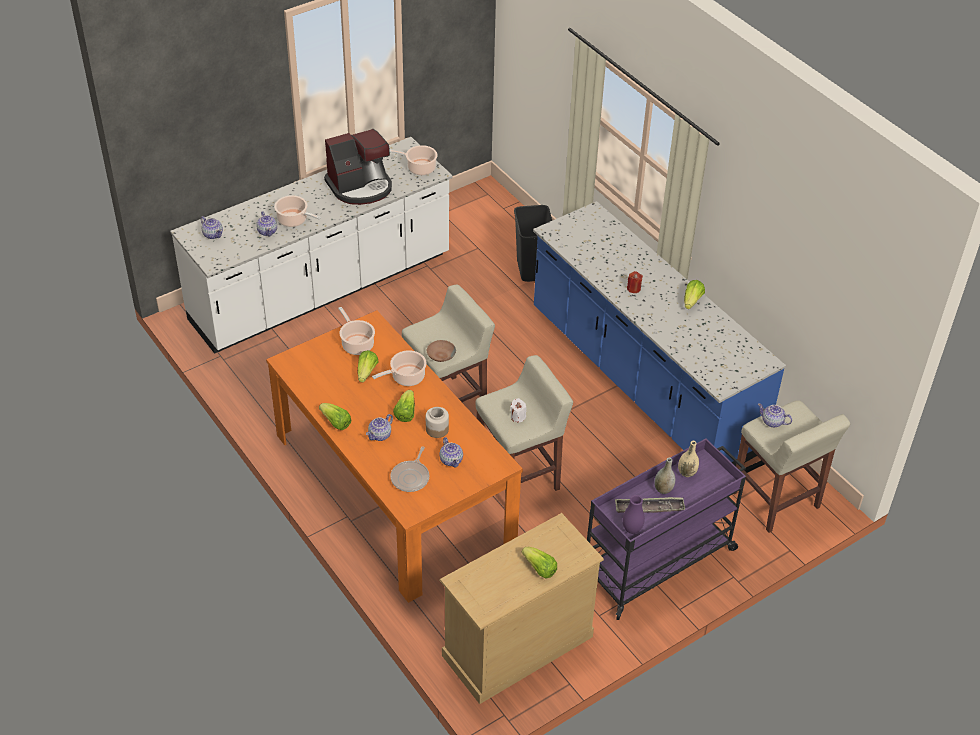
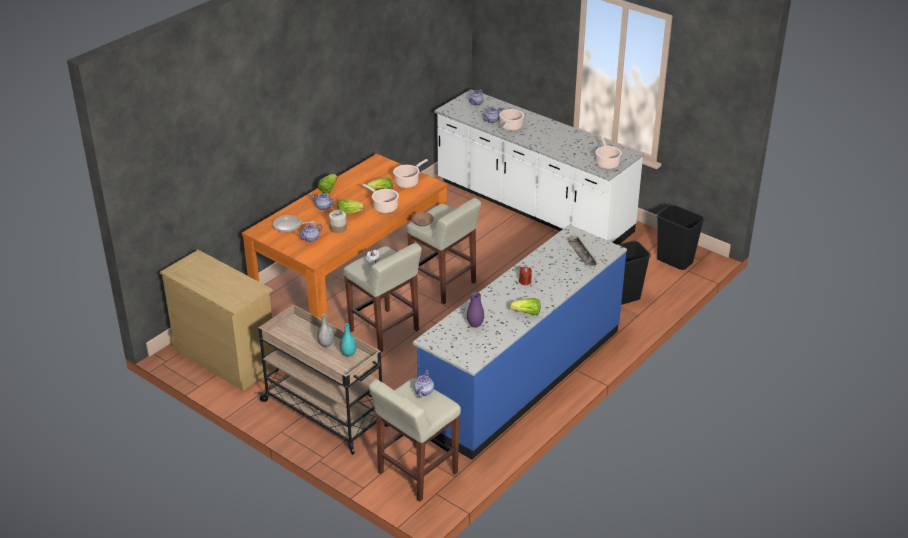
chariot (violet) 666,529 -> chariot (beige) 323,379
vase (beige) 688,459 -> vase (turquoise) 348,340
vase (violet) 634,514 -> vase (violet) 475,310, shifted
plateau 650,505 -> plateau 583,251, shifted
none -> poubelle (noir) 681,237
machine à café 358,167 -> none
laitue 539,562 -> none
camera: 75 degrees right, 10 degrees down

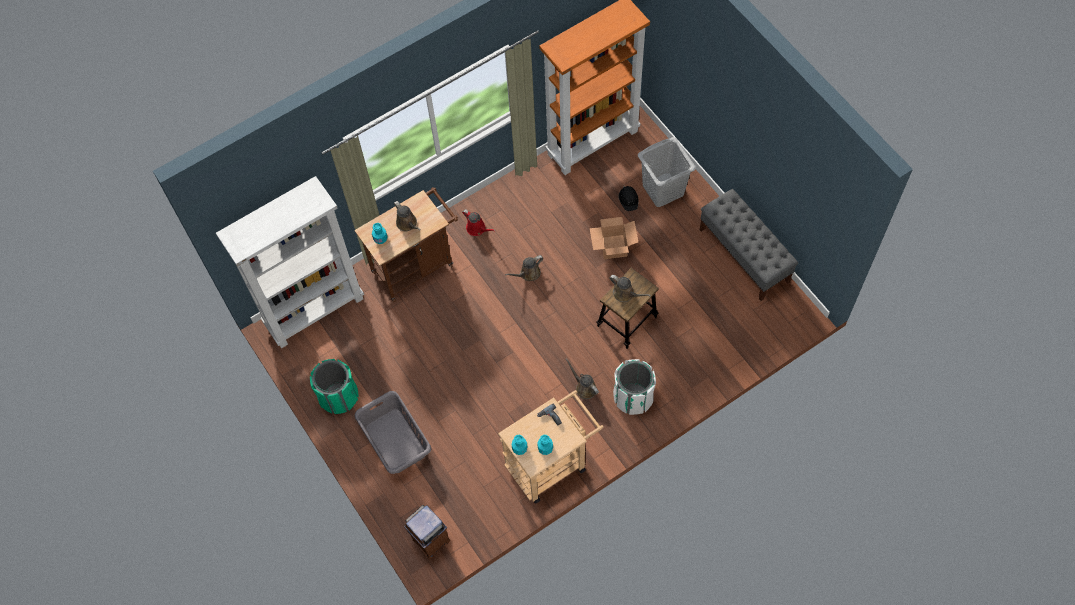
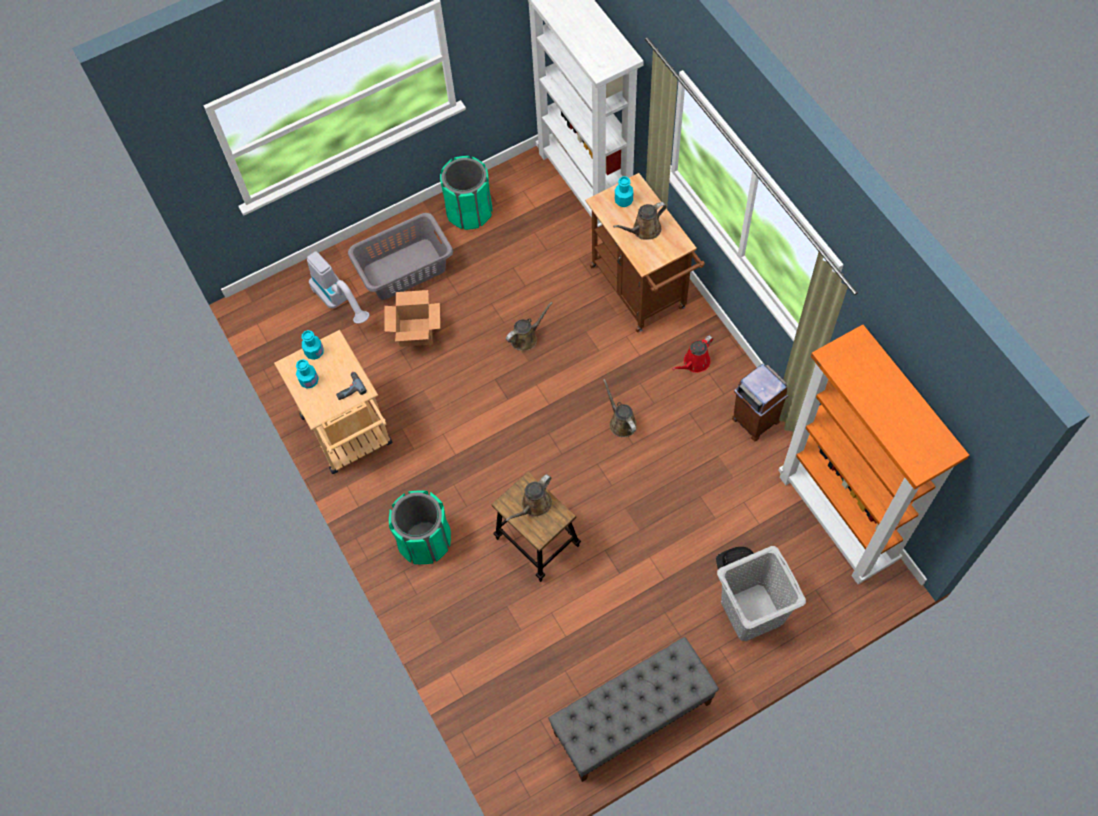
none -> aspirateur 338,287
carton 614,238 -> carton 412,318, shifted
poubelle (blanc) 634,387 -> poubelle (vert) 420,527
arrosoir (marron) 582,378 -> arrosoir (marron) 529,326, shifted
poubelle (marron) 427,532 -> poubelle (marron) 760,402, shifted
camera: 95 degrees right, 0 degrees up

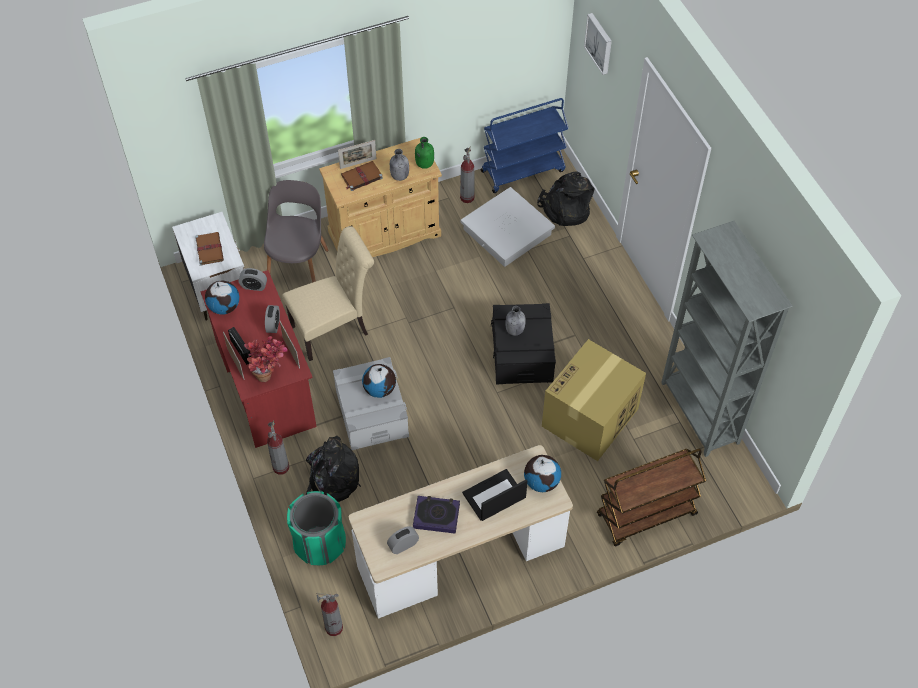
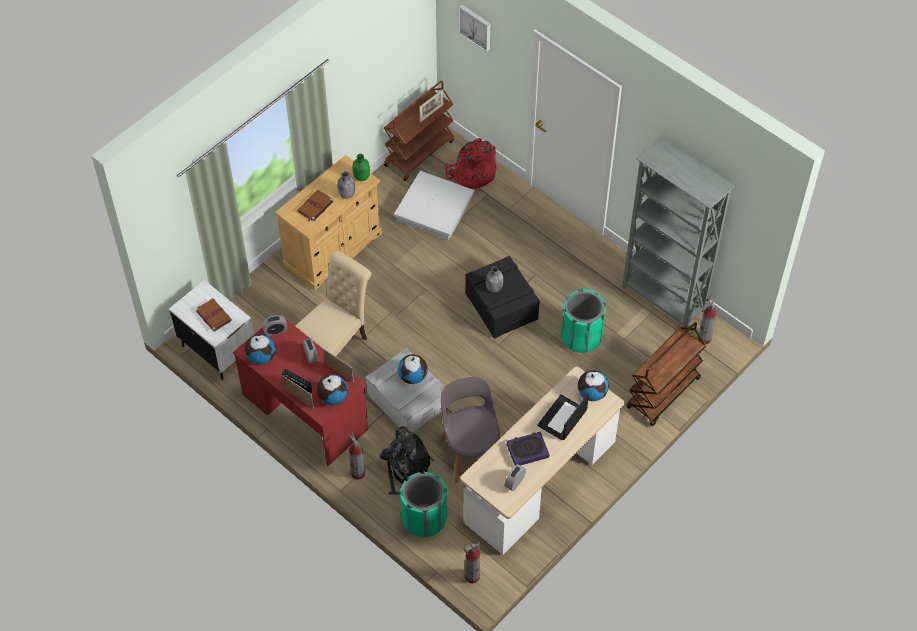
plante en pot 266,359 -> globe 332,389
chariot (bleu) 525,145 -> chariot (marron) 419,130
cadre photo 357,154 -> cadre photo 431,105, shifted
chaise (gris) 296,231 -> chaise (gris) 470,429, shifted
sac à dos (noir) 566,198 -> sac à dos (rouge) 471,163
carton 594,400 -> poubelle (vert) 583,321
extincteur 467,175 -> extincteur 707,319, shifted
camera: 25 degrees left, 0 degrees up

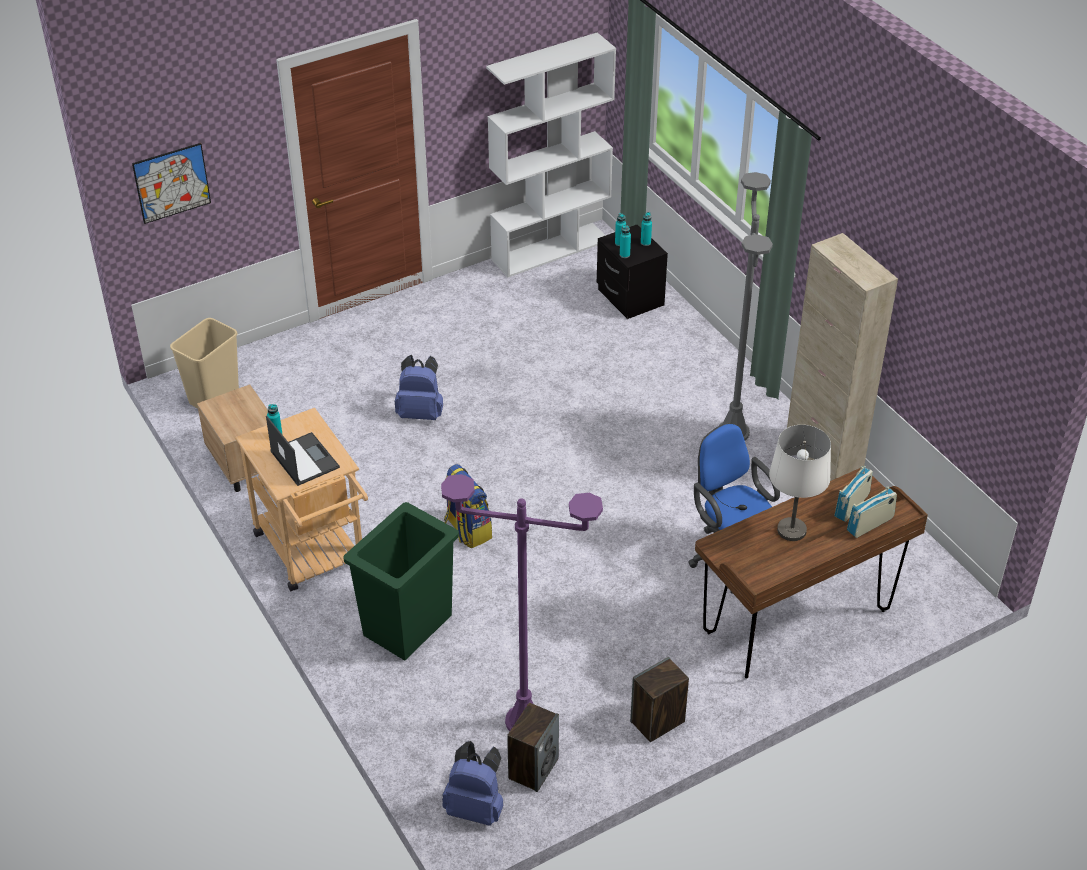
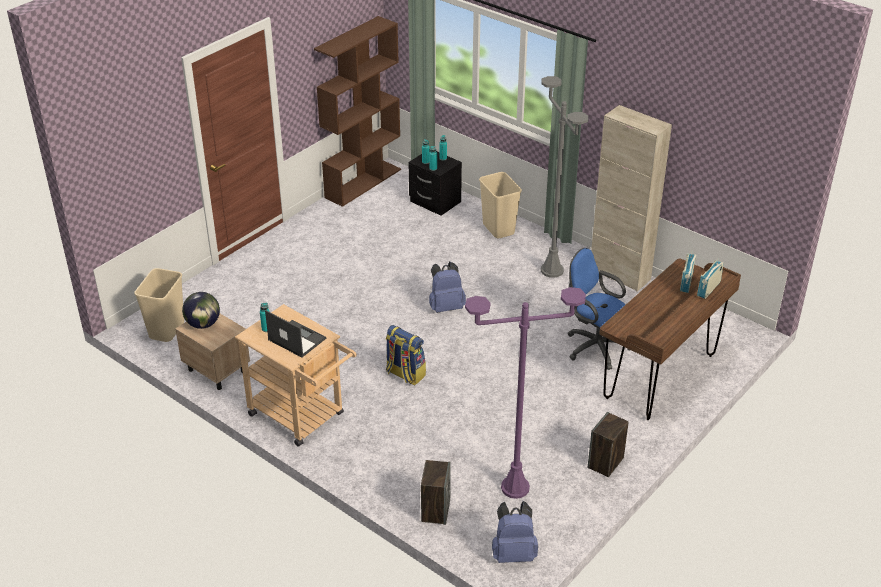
none -> globe 201,310
bibliothèque (blanc) 551,154 -> bibliothèque (marron) 357,111
enceinte 533,747 -> enceinte 436,492, shifted
sac à dos (bleu) 419,387 -> sac à dos (bleu) 447,287, shifted
none -> poubelle (beige) 500,205
tableau 171,183 -> none
poubelle (vert) 401,581 -> none
lampe de table (blanc) 800,483 -> none
camera: 20 degrees left, 5 degrees down

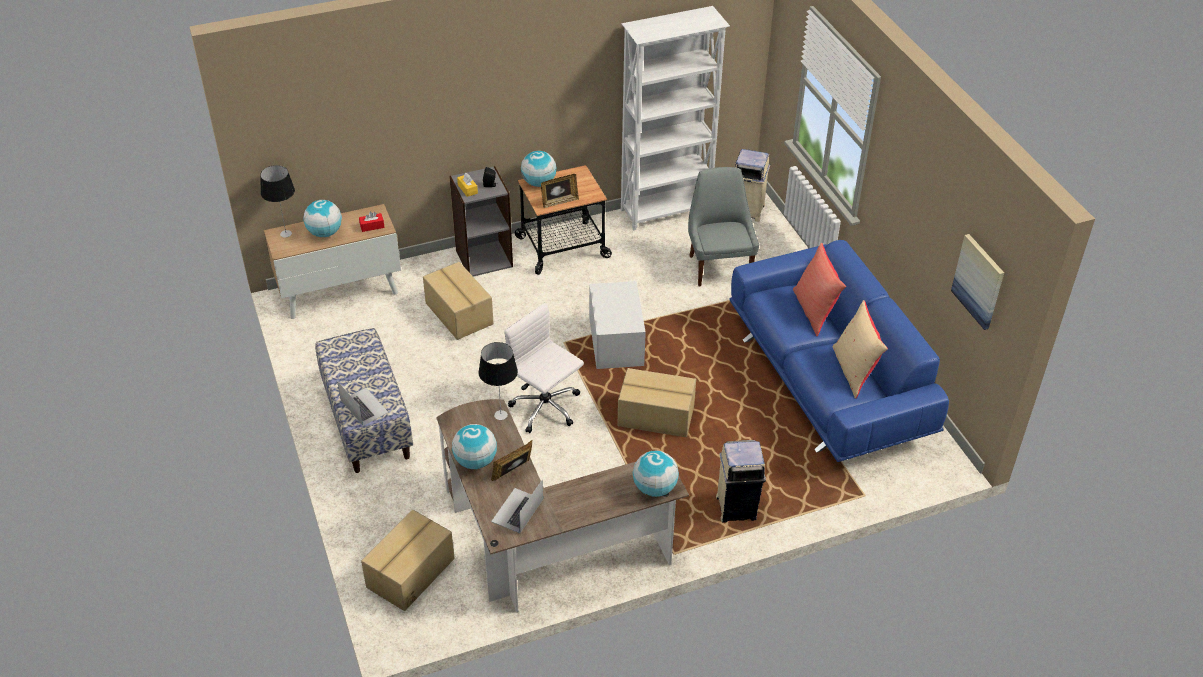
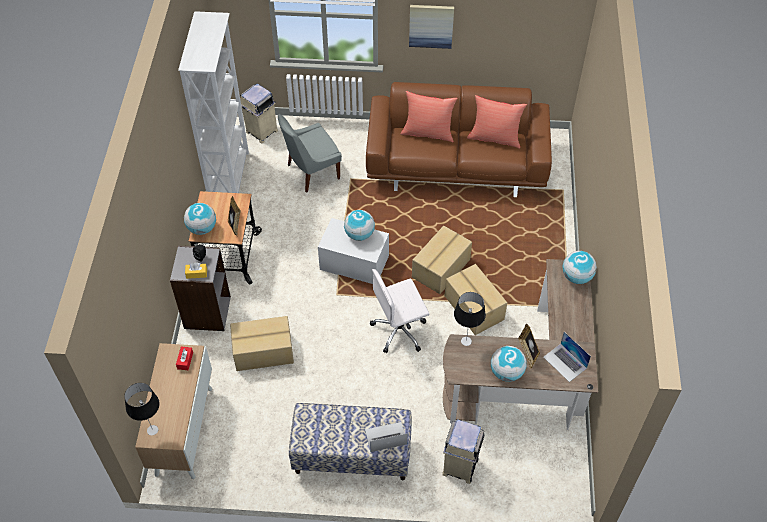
chaise (gris) 723,226 -> chaise (gris) 310,153, 45 degrees counterclockwise
globe 322,218 -> globe 359,225, shifted
canapé (bleu) 839,351 -> canapé (marron) 459,139
tableau 977,282 -> tableau 431,27, shifted
poubelle (beige) 741,481 -> poubelle (beige) 463,451, shifted
carton 408,560 -> carton 476,299, shifted
coussin (beige) 860,349 -> coussin (rouge) 497,122
camera: 65 degrees left, 10 degrees up

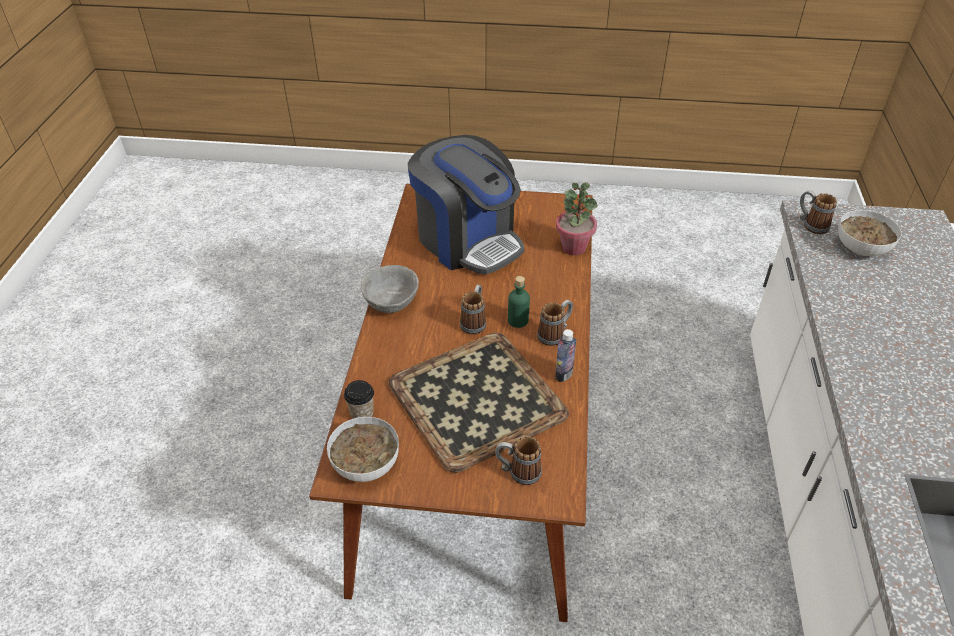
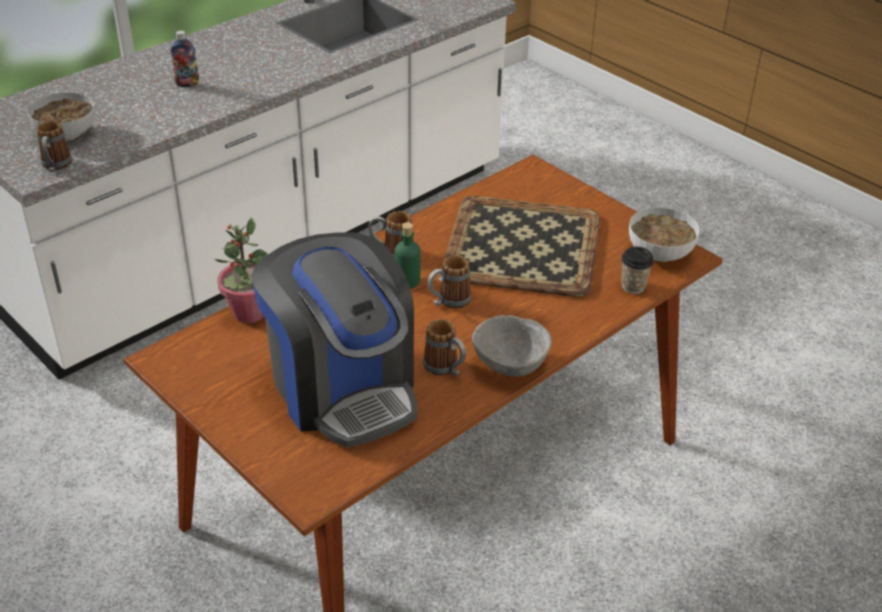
bouteille 565,355 -> bouteille 184,58, shifted
machine à café 466,204 -> machine à café 334,339, 150 degrees clockwise
mug 518,460 -> mug 444,347, shifted
camera: 140 degrees left, 5 degrees down

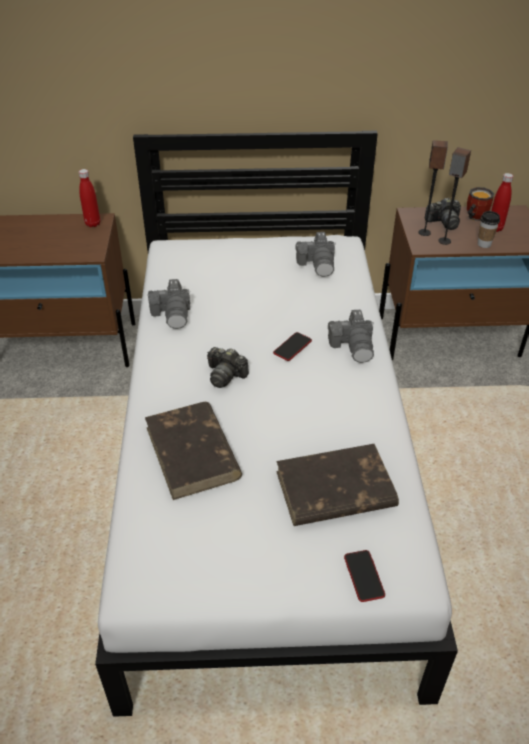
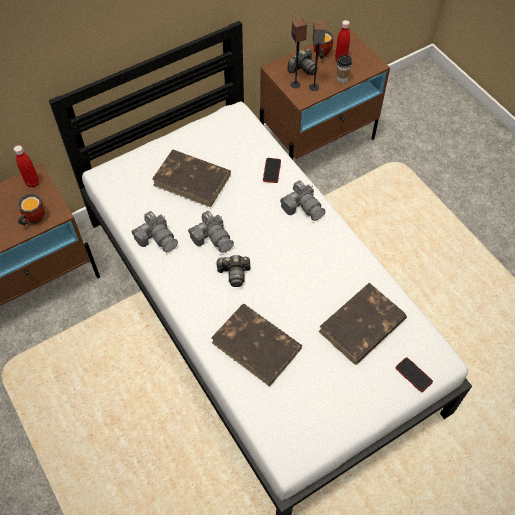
none -> mug 31,210
none -> livre (marron) 191,178
appareil photo 316,254 -> appareil photo 211,232, shifted
téléphone 292,346 -> téléphone 272,170, shifted
camera: 30 degrees left, 15 degrees up

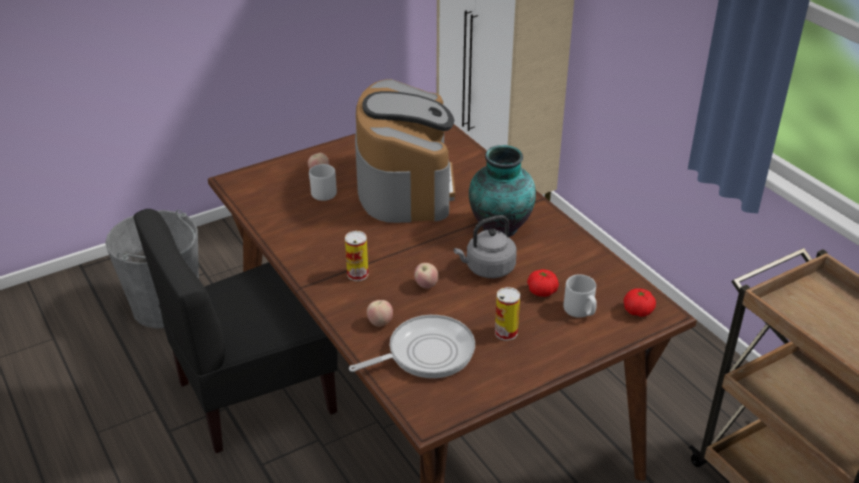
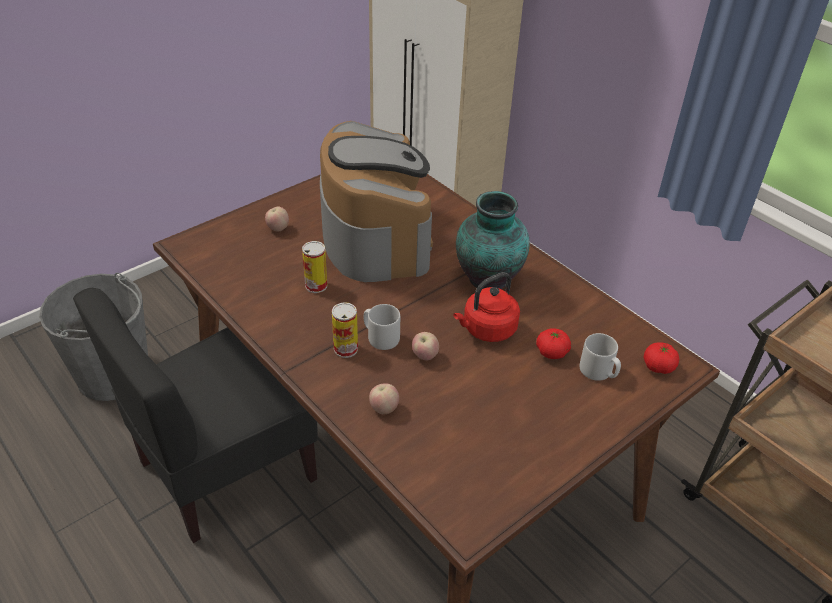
boîte métallique 507,314 -> boîte métallique 314,267, shifted
mug (gris) 323,182 -> mug (gris) 382,327, shifted
bouilloire (gris) 485,246 -> bouilloire (rouge) 486,307
poêle 412,346 -> none
camera: 10 degrees left, 5 degrees up

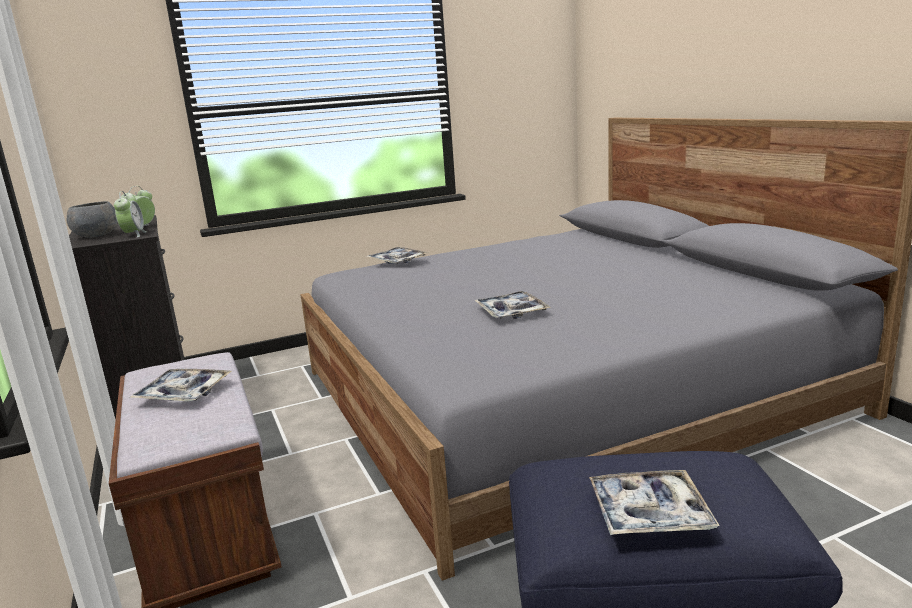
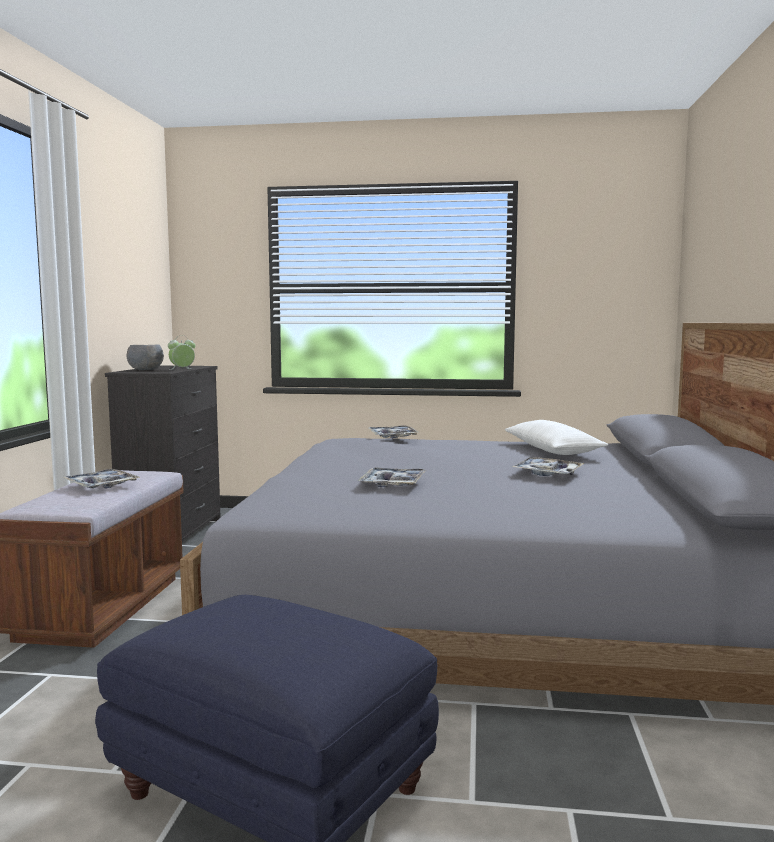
none -> coussin (blanc) 556,437
plateau 654,502 -> plateau 548,466, shifted
réveil 130,214 -> none
camera: 30 degrees right, 10 degrees down

